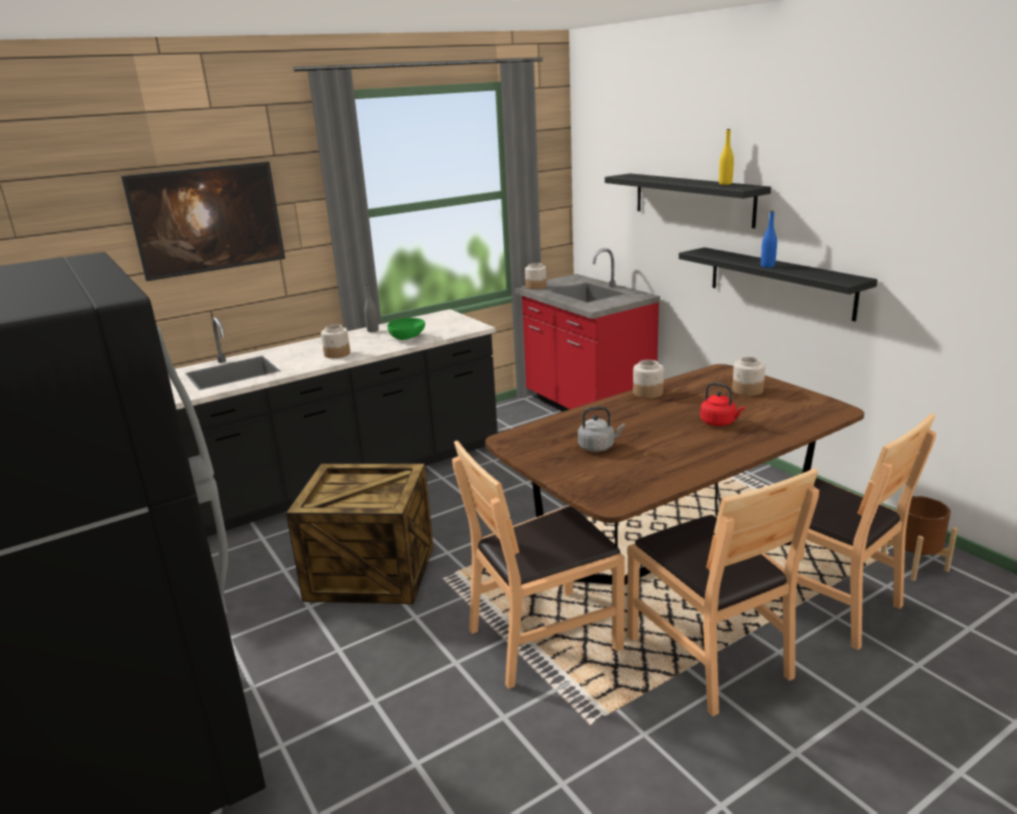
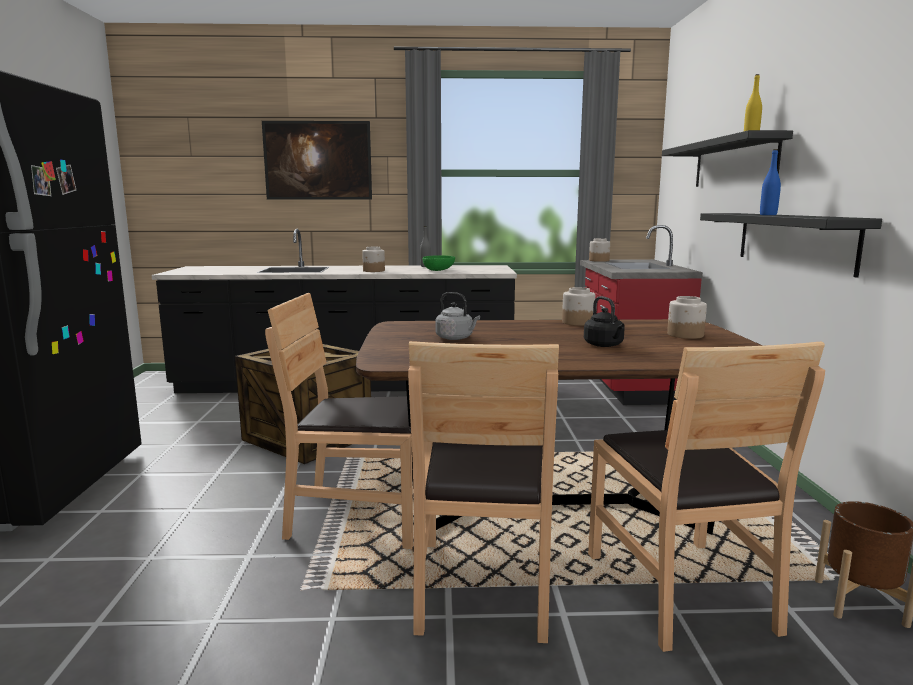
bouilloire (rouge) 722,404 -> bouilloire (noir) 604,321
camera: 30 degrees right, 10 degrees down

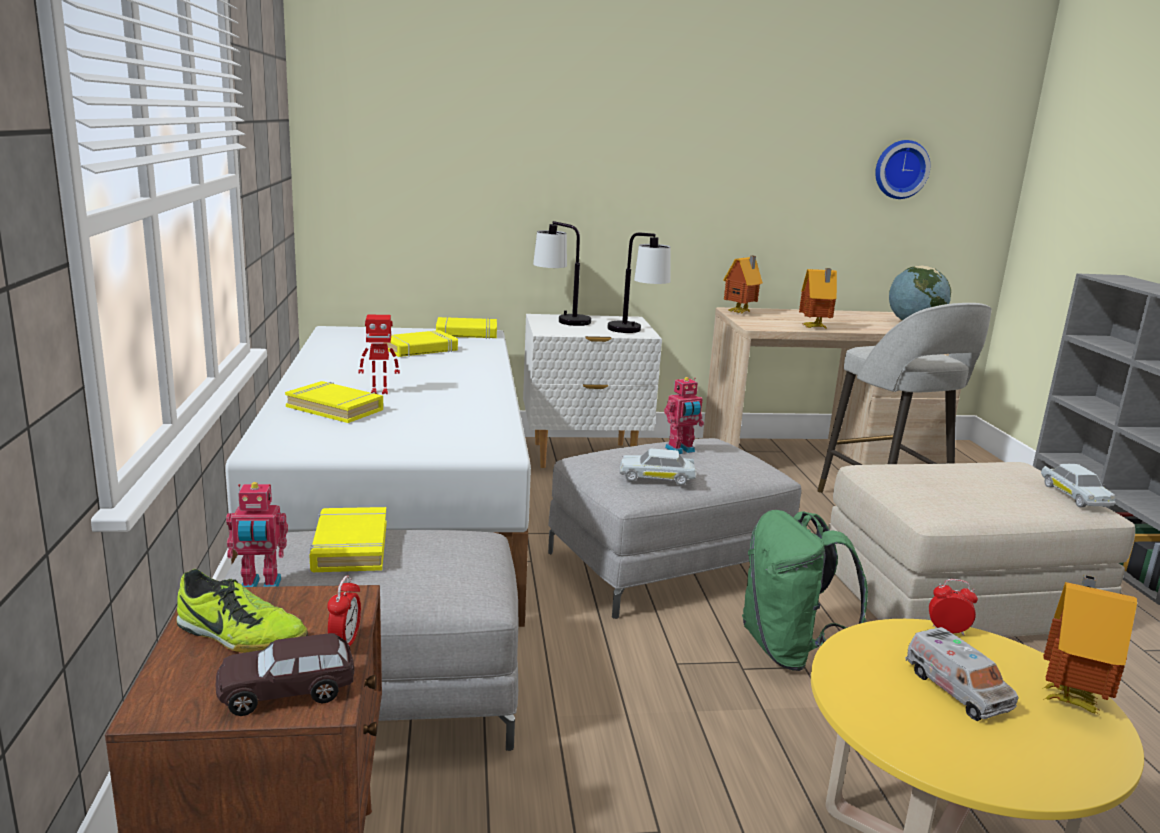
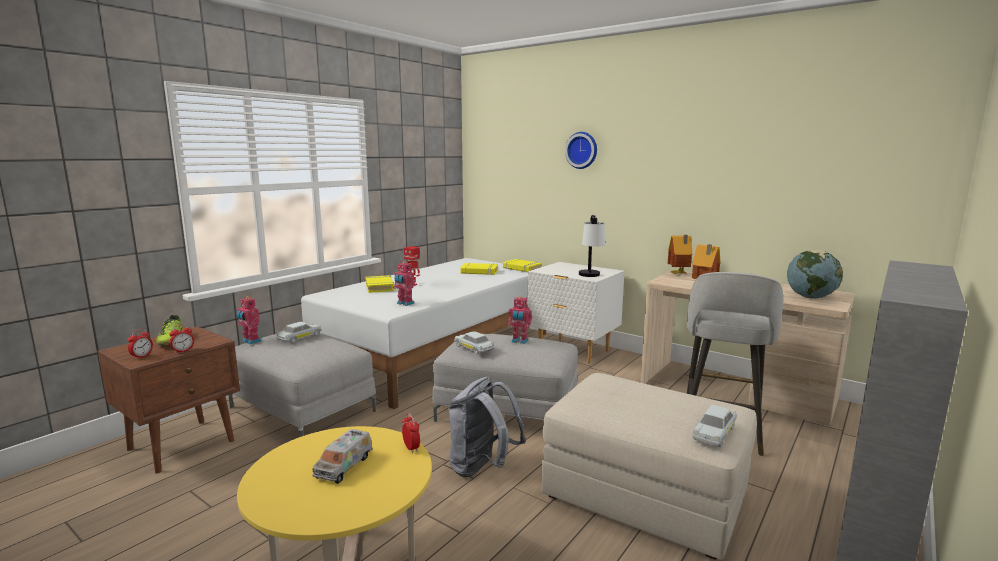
petite voiture (marron) 285,674 -> réveil 140,344
livre (jaune) 348,539 -> petite voiture (blanc) 299,332
none -> robot jouet 404,283
sac à dos (vert) 805,590 -> sac à dos (gris) 487,427
horloge murale 902,169 -> horloge murale 581,150, shifted
lampe de table 562,273 -> none
maison miniature 1089,644 -> none
camera: 45 degrees right, 5 degrees down

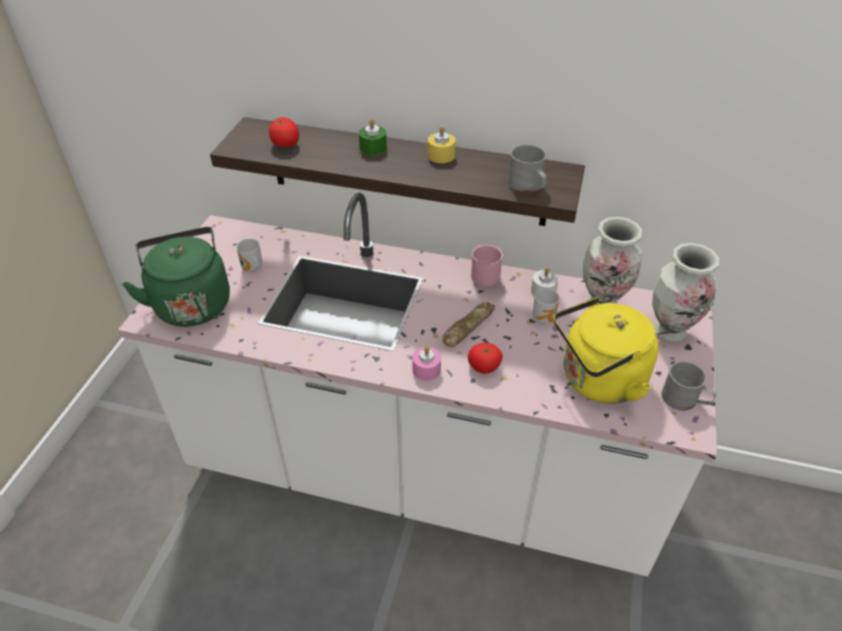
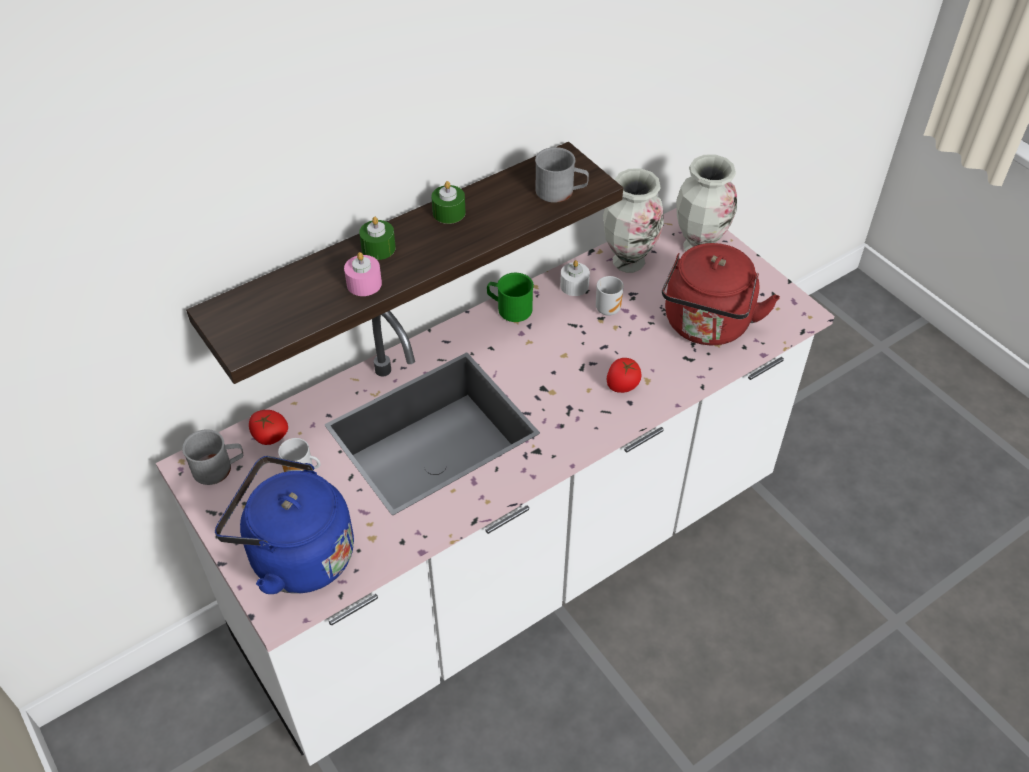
mug (gris) 689,385 -> mug (gris) 212,457, shifted
bouilloire (vert) 176,277 -> bouilloire (bleu) 284,525
tomate 284,132 -> tomate 268,427, shifted
bougie (rose) 426,363 -> bougie (rose) 363,274, shifted
bougie (jaune) 442,144 -> bougie (vert) 448,202
mug (rose) 487,266 -> mug (vert) 510,297
bouilloire (jaune) 606,350 -> bouilloire (rouge) 721,294
pain 468,324 -> none
camera: 50 degrees left, 5 degrees up

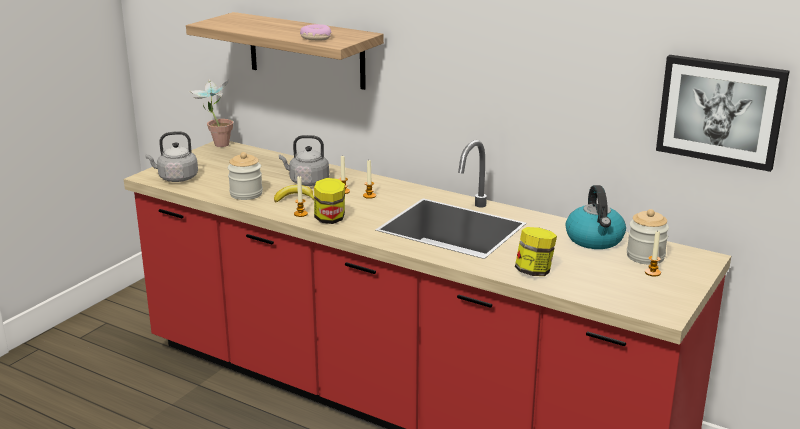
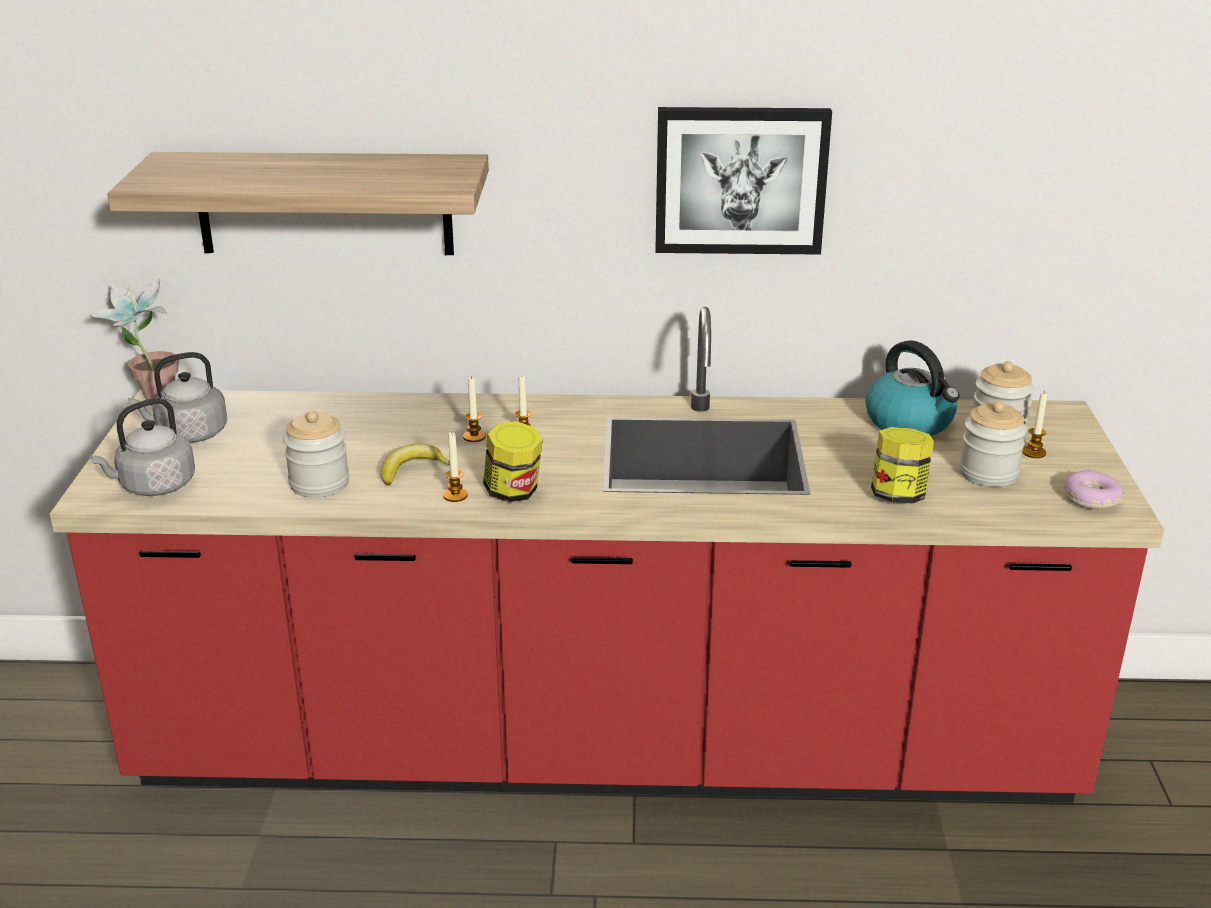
bouilloire (gris) 304,160 -> bouilloire (gris) 177,397, shifted
tableau 722,113 -> tableau 744,181, shifted
none -> bocal 993,444
beignet 316,32 -> beignet 1094,490, shifted
camera: 30 degrees left, 5 degrees up

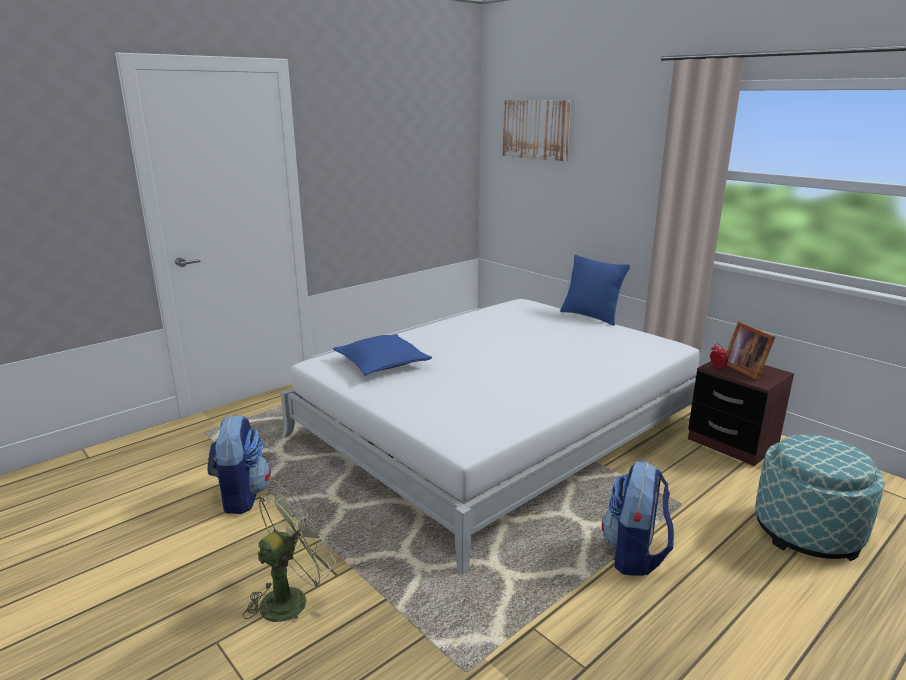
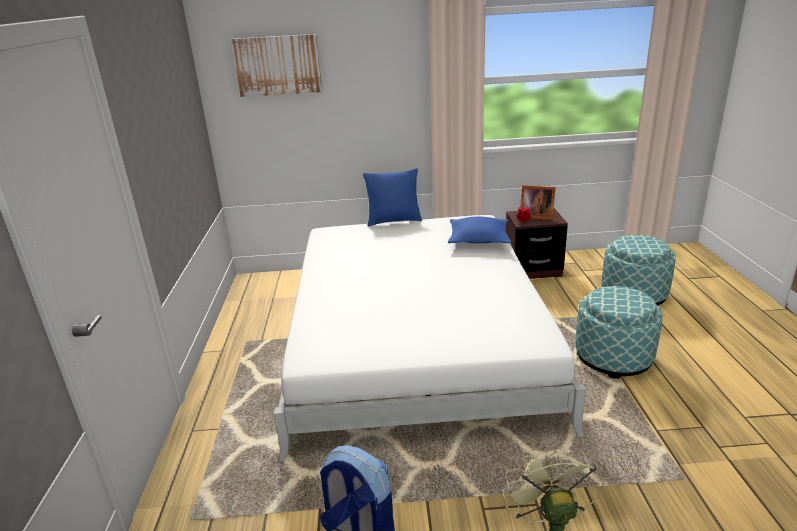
coussin (bleu) 383,354 -> coussin (bleu) 480,230, shifted
sac à dos 638,518 -> pouf 619,332
camera: 50 degrees left, 5 degrees up

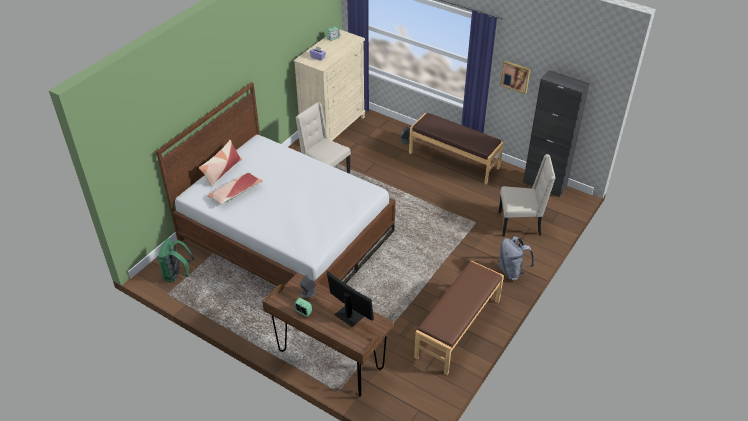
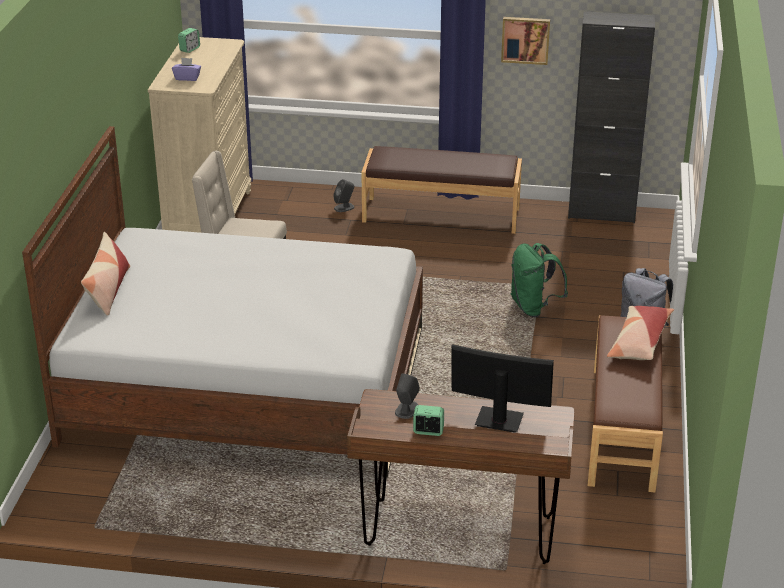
sac à dos (vert) 175,260 -> sac à dos (vert) 539,280, shifted
coussin 235,188 -> coussin 640,333, shifted
chaise (beige) 526,195 -> none
camera: 25 degrees left, 10 degrees down

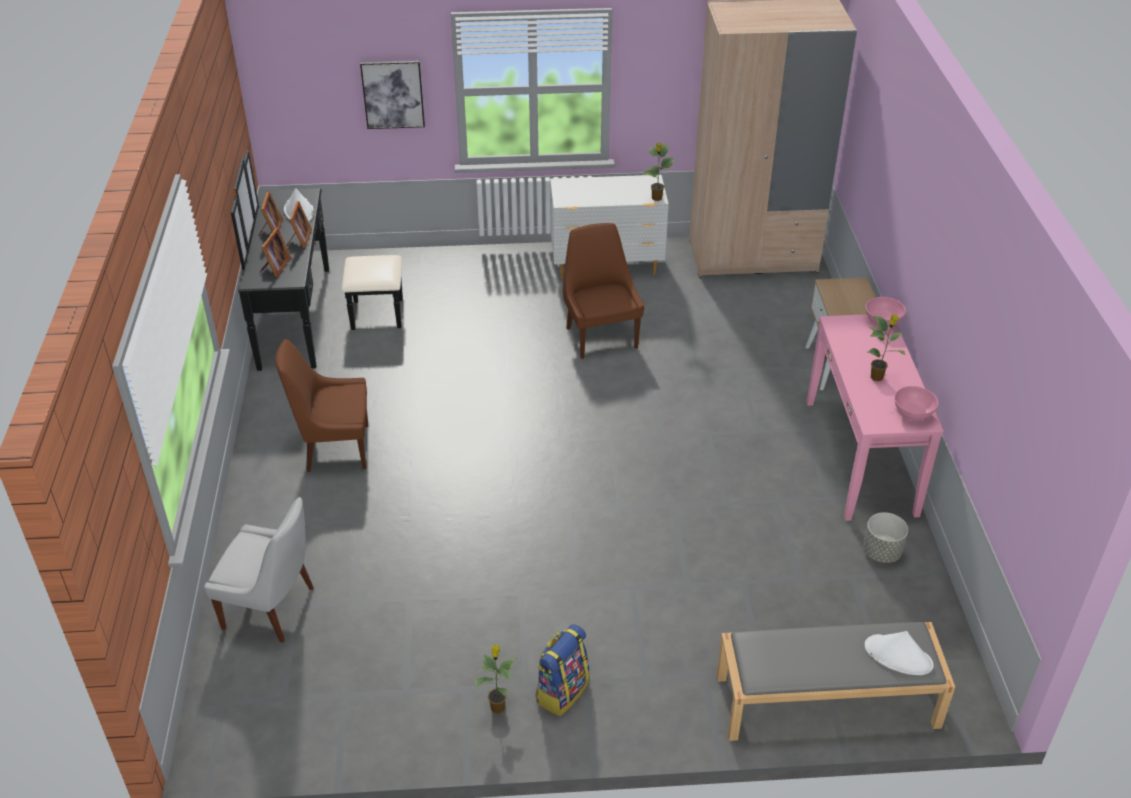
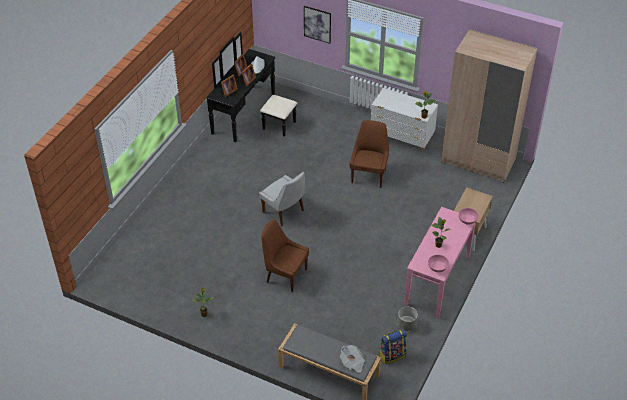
chaise (blanc) 258,570 -> chaise (blanc) 282,199, shifted
chaise (marron) 321,405 -> chaise (marron) 285,255, shifted
chapeau (blanc) 899,653 -> journal 352,359
sac à dos 563,670 -> sac à dos 393,346, shifted
camera: 30 degrees right, 5 degrees up

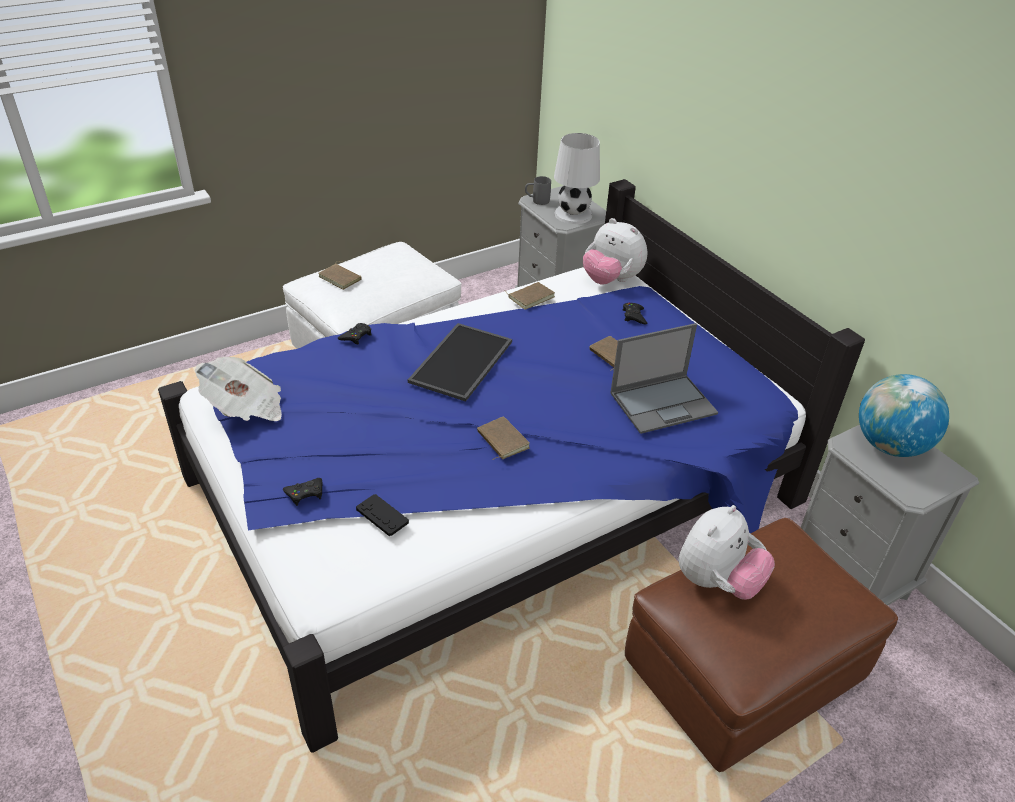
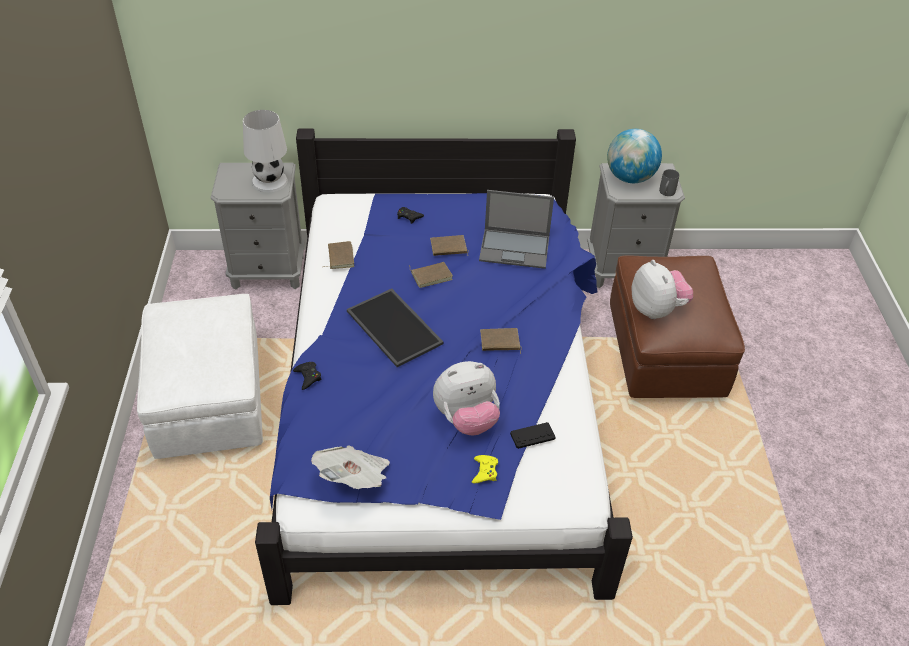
livre (marron) 340,275 -> livre (marron) 431,275, shifted
peluche 615,251 -> peluche 466,398, shifted
manette (noir) 303,492 -> manette (jaune) 485,469
ordinateur portable 664,378 -> ordinateur portable 516,229, 90 degrees clockwise
mug (gris) 538,190 -> mug (gris) 669,182, shifted
camera: 60 degrees left, 5 degrees up

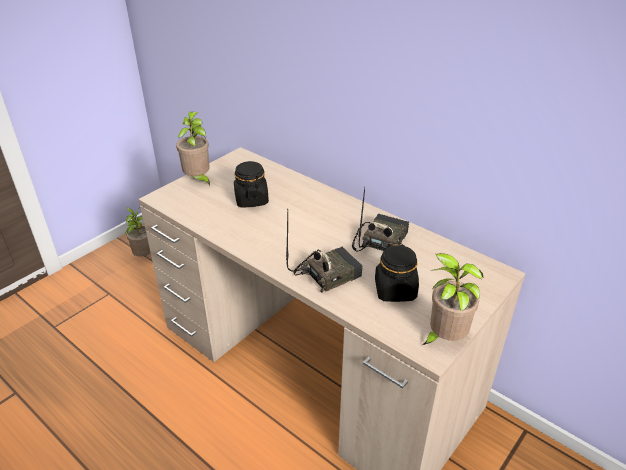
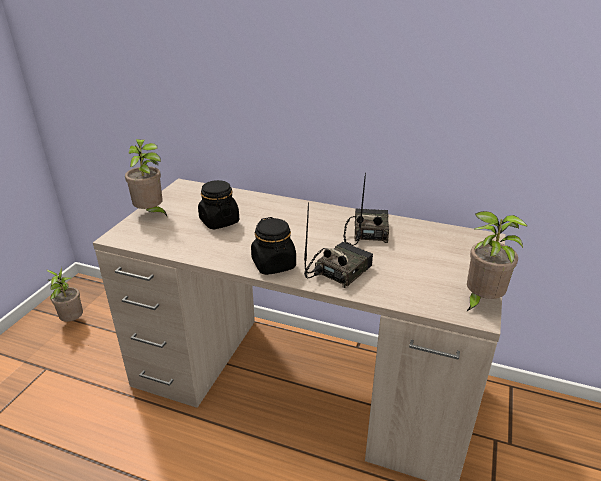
bocal (noir) 397,272 -> bocal (noir) 273,246, shifted
camera: 20 degrees left, 5 degrees down

